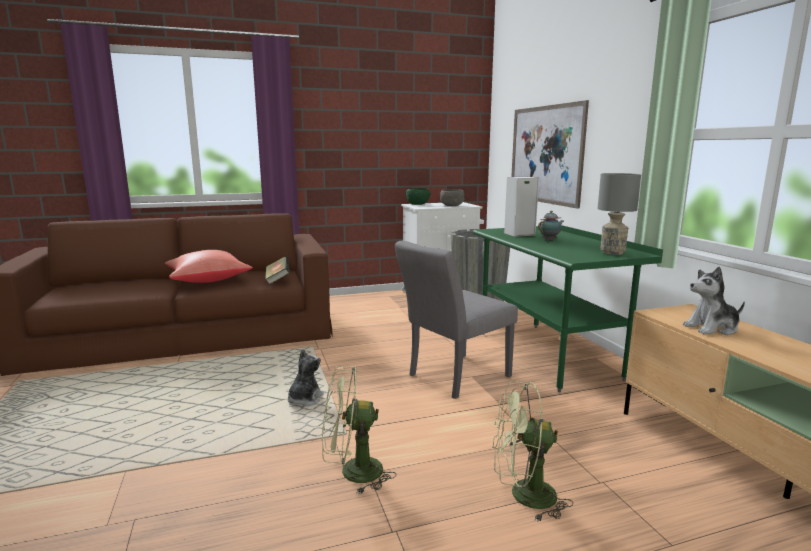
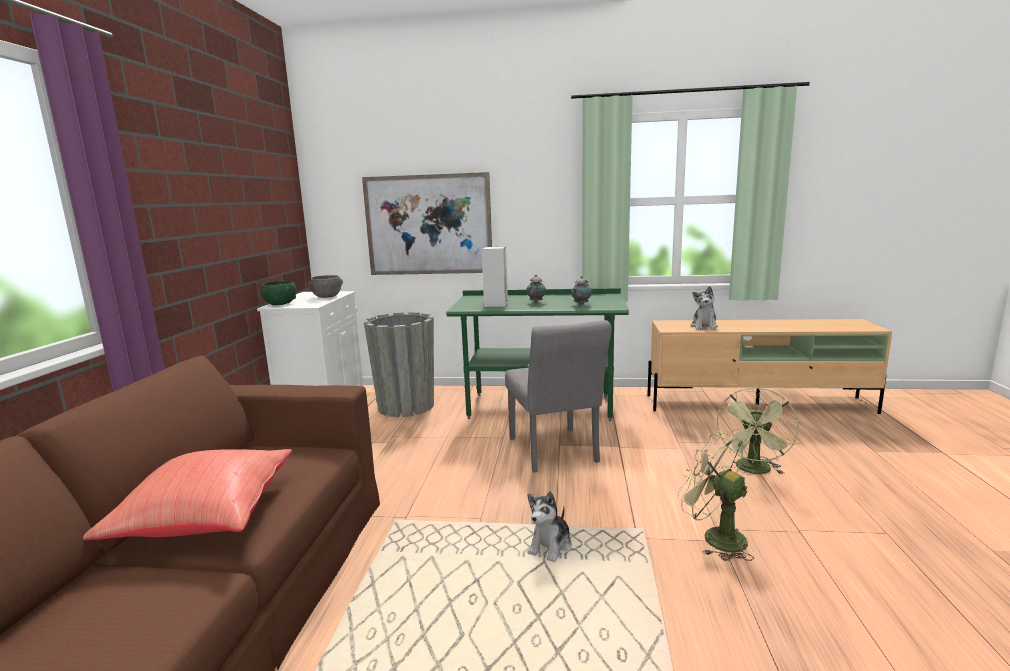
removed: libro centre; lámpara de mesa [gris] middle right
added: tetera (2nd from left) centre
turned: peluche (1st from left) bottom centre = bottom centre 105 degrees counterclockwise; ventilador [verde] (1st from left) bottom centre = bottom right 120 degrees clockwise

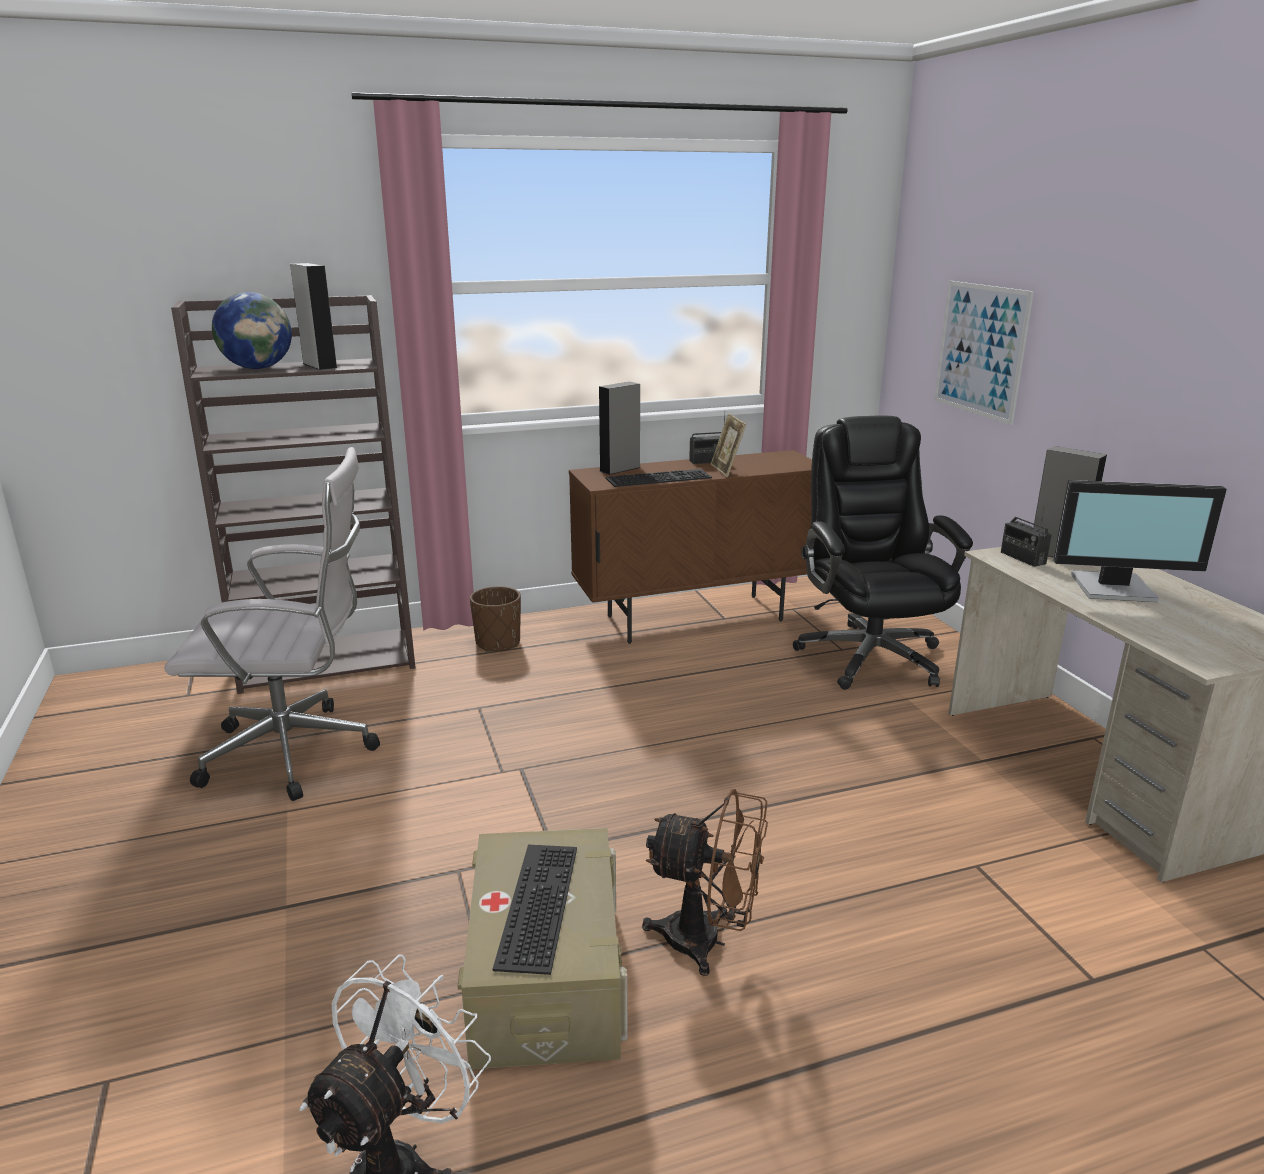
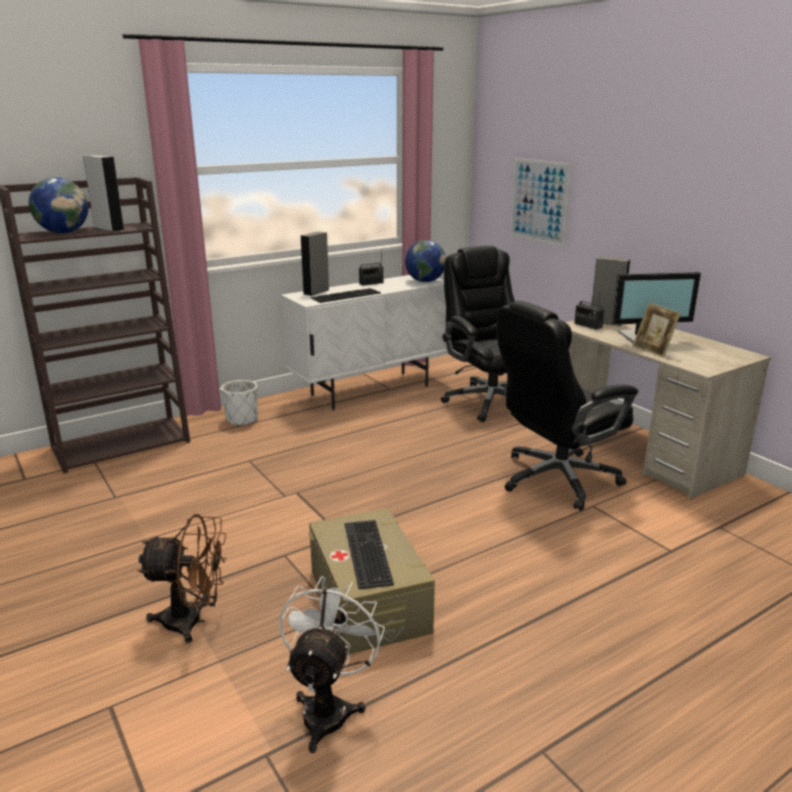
removed: silla de oficina [blanco] middle left
added: globo terráqueo (2nd from left) top centre; silla de oficina [negro] (2nd from left) middle right
moved: ventilador [marrón] bottom centre to bottom left; portarretratos centre to middle right
recoloured: maceta [marrón] centre to maceta [blanco] middle left; armario [marrón] centre to armario [blanco] centre

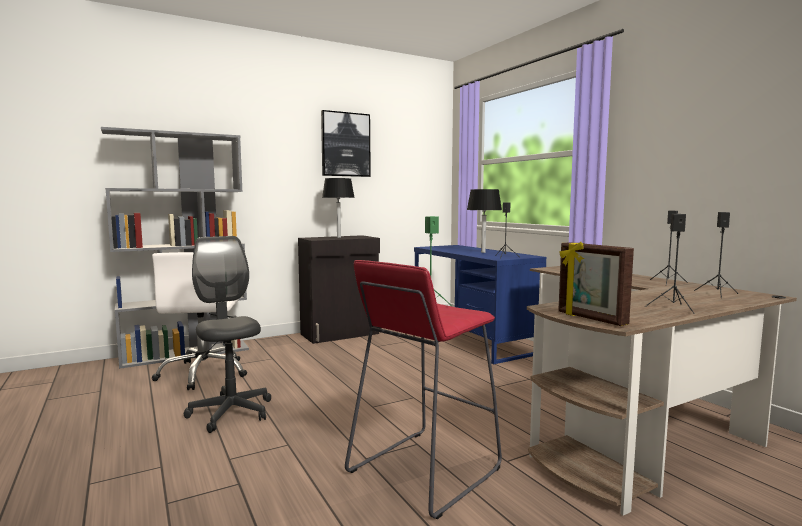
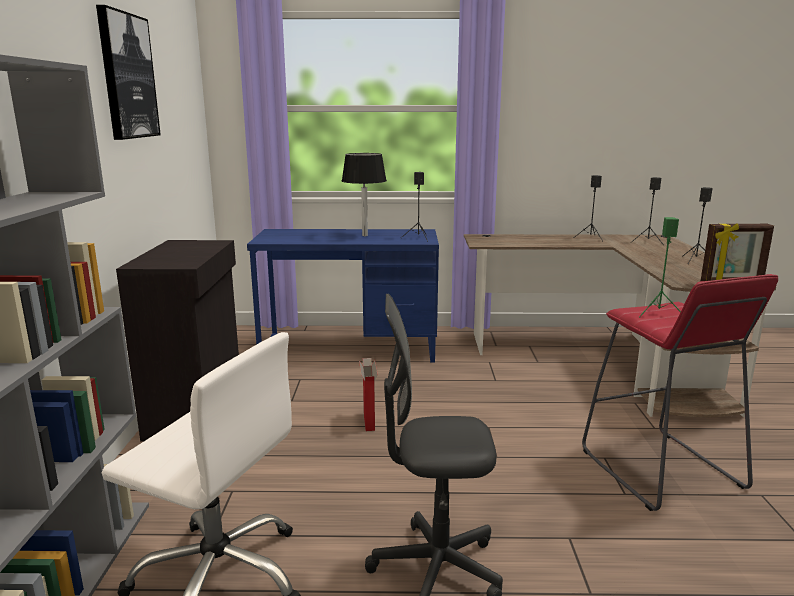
removed: lámpara de mesa [negro] (1st from left) centre
added: caja de cartón centre

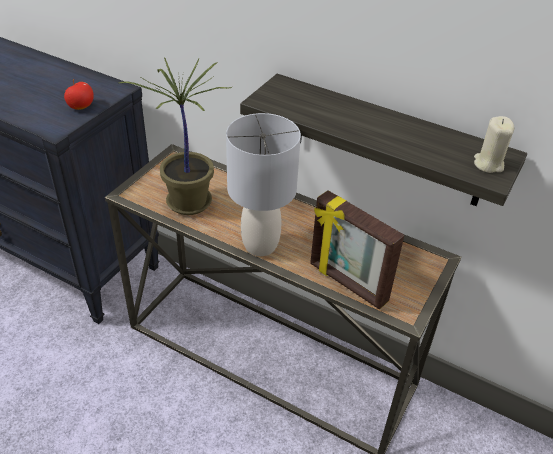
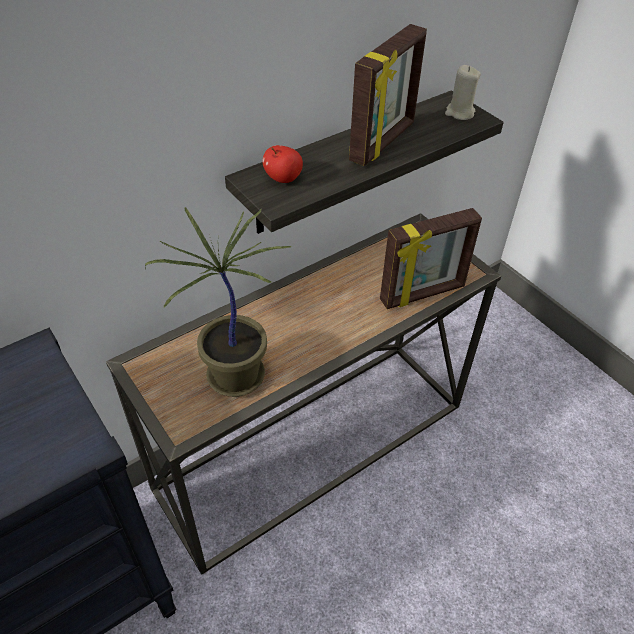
removed: lámpara de mesa [gris] centre
added: portarretratos (1st from left) top centre
moved: manzana top left to top centre

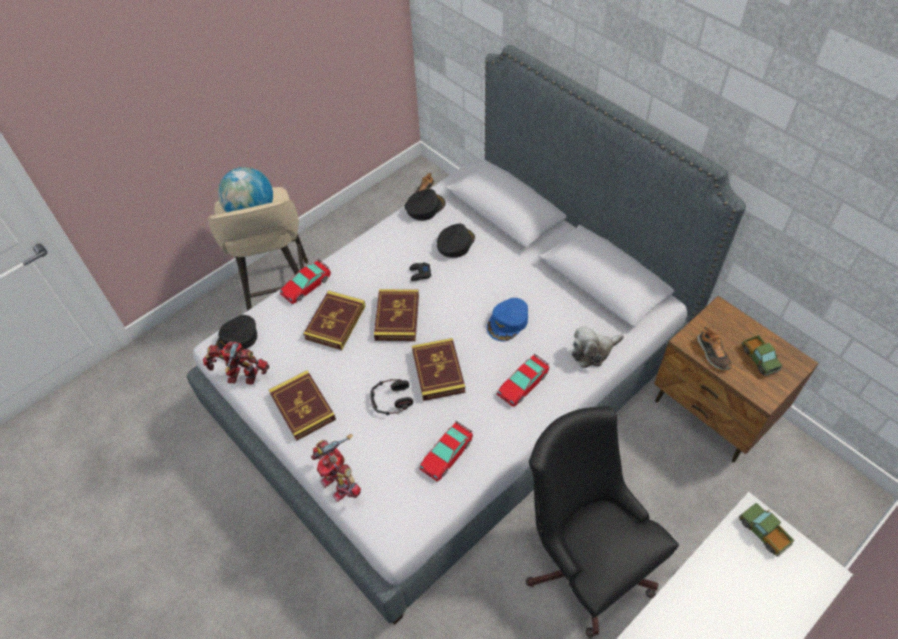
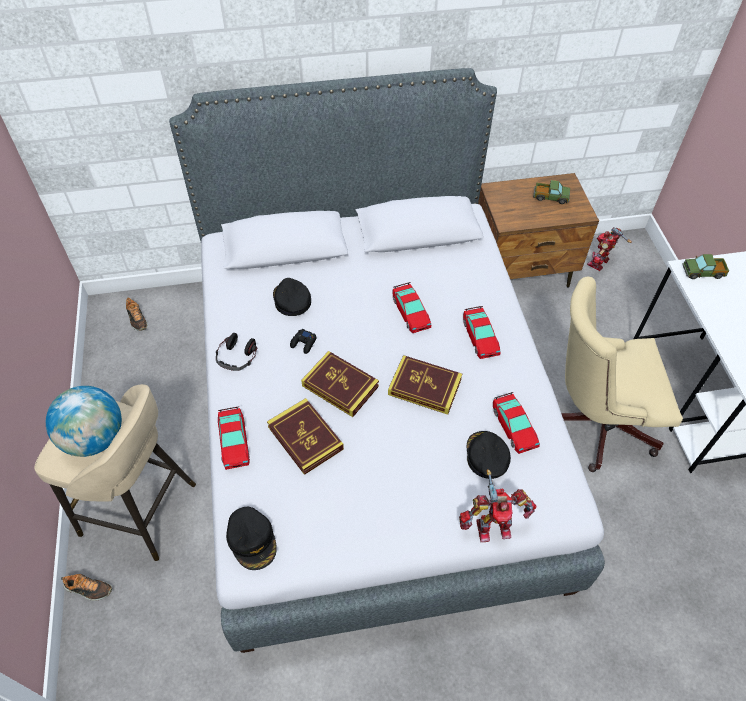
removed: libro (1st from left) centre; peluche centre
moved: zapato (2nd from left in the first image) middle right to zapato (1st from left) bottom left; auriculares centre to middle left; gorra [negro] (2nd from left in the first image) top centre to gorra [negro] (3rd from left) centre; robot de juguete (1st from left in the first image) middle left to robot de juguete (2nd from left) middle right
replaced: gorra [azul] centre to coche de juguete (2nd from left) centre
recoloured: silla de oficina [negro] bottom right to silla de oficina [beis] middle right

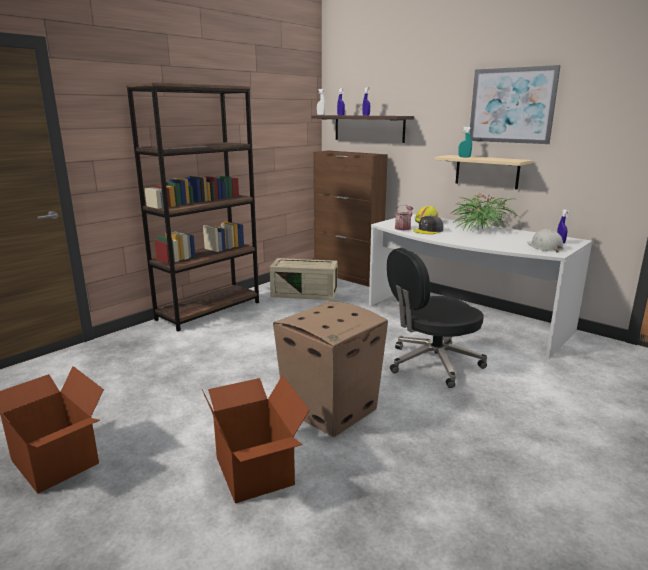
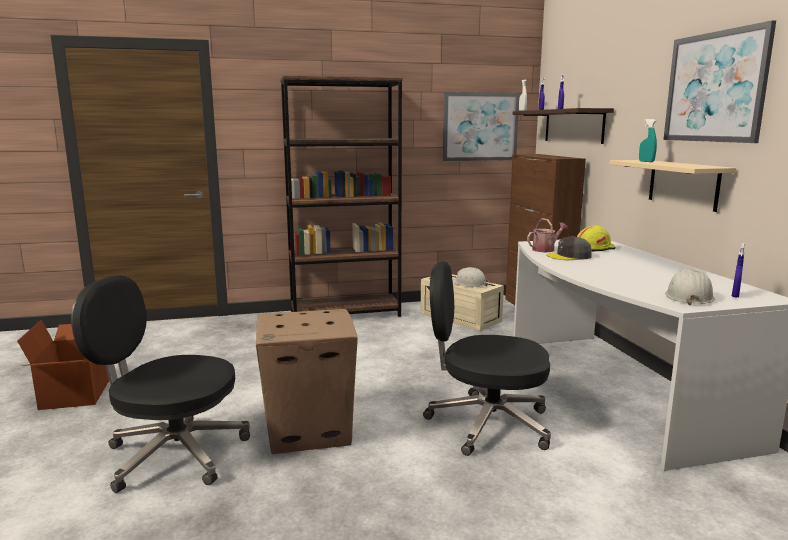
removed: planta en maceta middle right
added: cuadro (1st from left) top centre; casco [blanco] (1st from left) centre
replaced: caja de cartón (2nd from left) bottom centre to silla de oficina [negro] (1st from left) bottom left

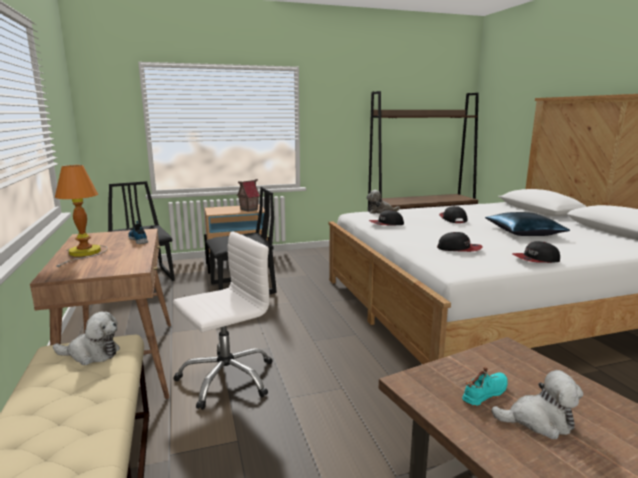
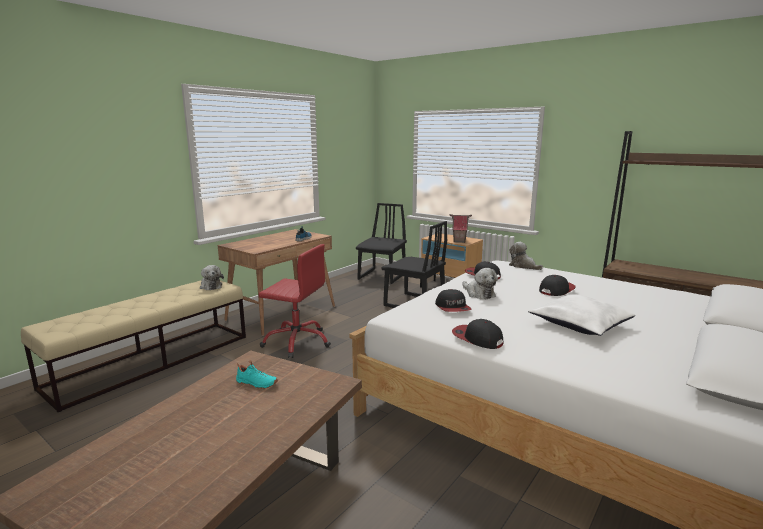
removed: lámpara de mesa middle left
moved: peluche (3rd from left in the first image) bottom right to peluche (2nd from left) centre
recoloured: silla de oficina [blanco] bottom centre to silla de oficina [rojo] centre; cojín [azul] middle right to cojín [blanco] middle right

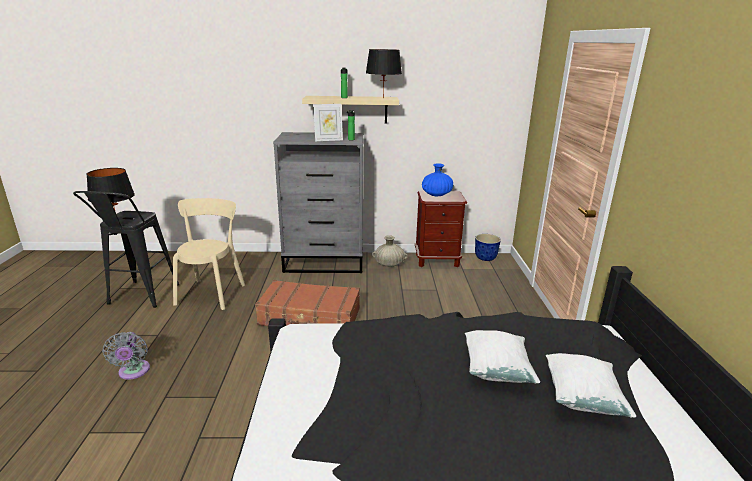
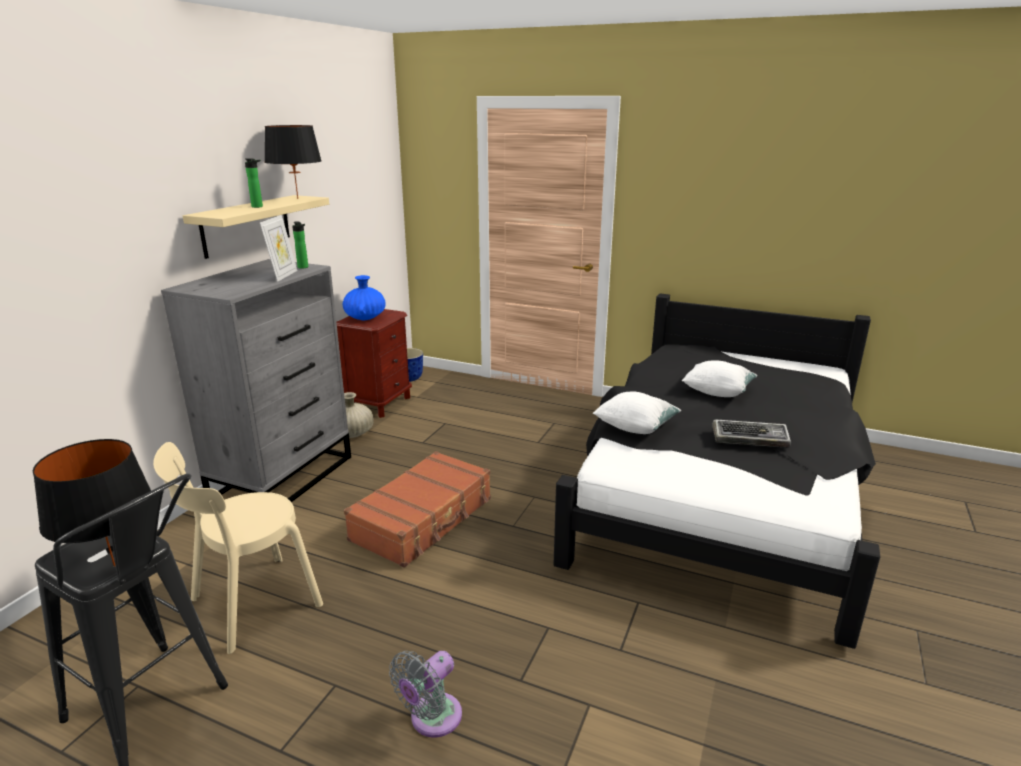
added: teclado middle right
moved: cojín [blanco] (2nd from left in the first image) bottom right to cojín [blanco] (1st from left) centre
turned: silla [beis] middle left = bottom left 75 degrees counterclockwise; ventilador [gris] bottom left = bottom centre 120 degrees clockwise

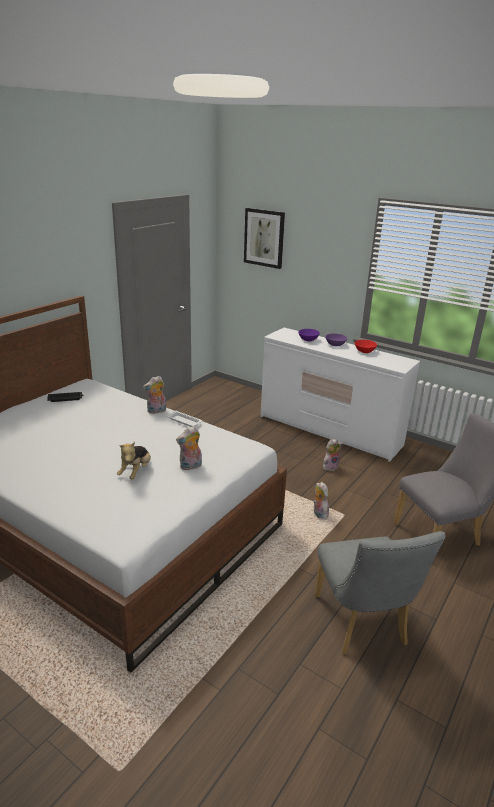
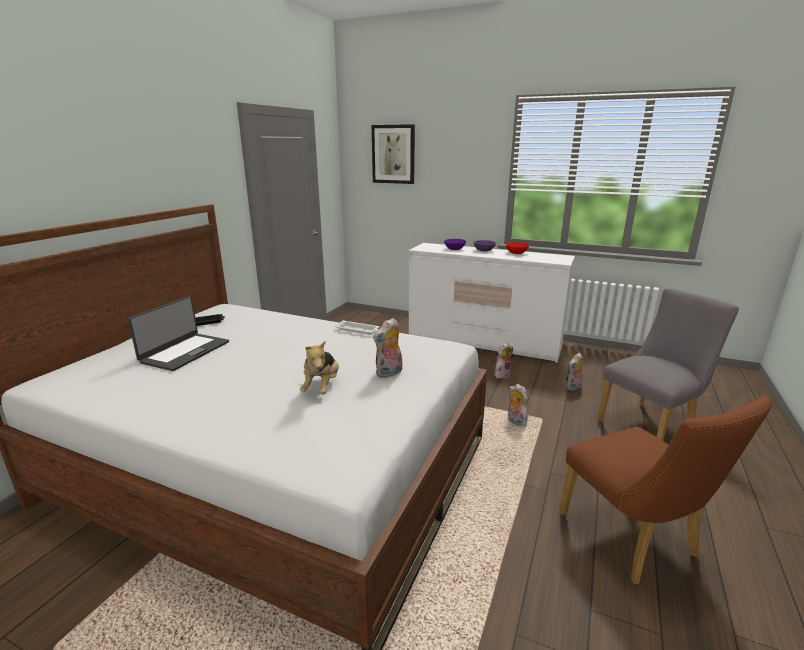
added: portátil middle left
moved: peluche (2nd from left in the first image) middle left to peluche (5th from left) middle right
recoloured: silla [gris] (1st from left) bottom right to silla [marrón] bottom right

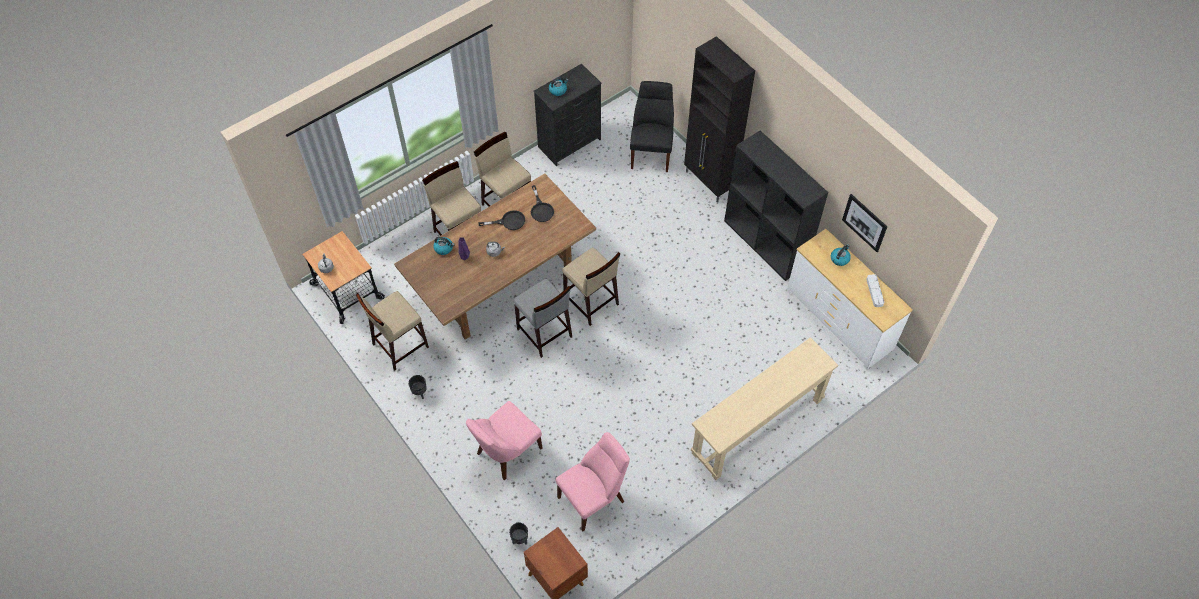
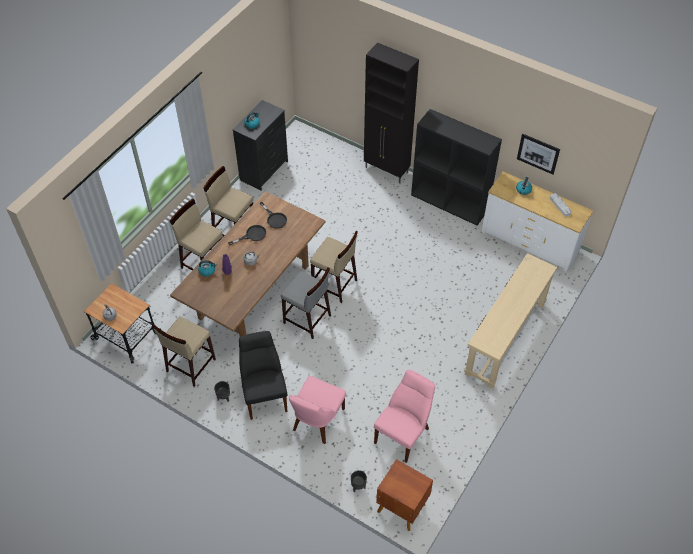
moved: silla [negro] top centre to bottom centre

